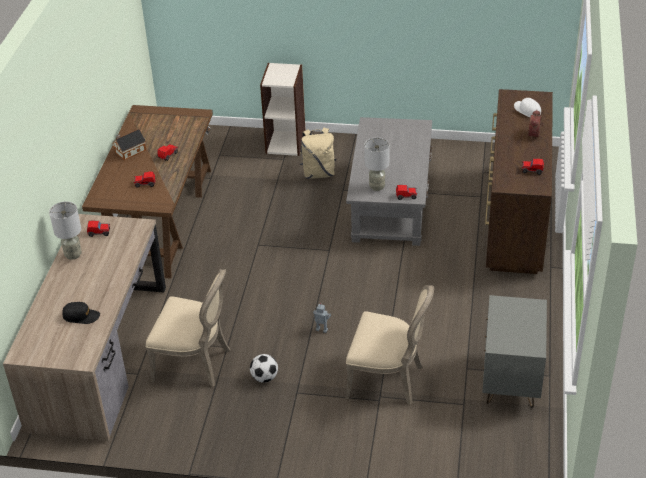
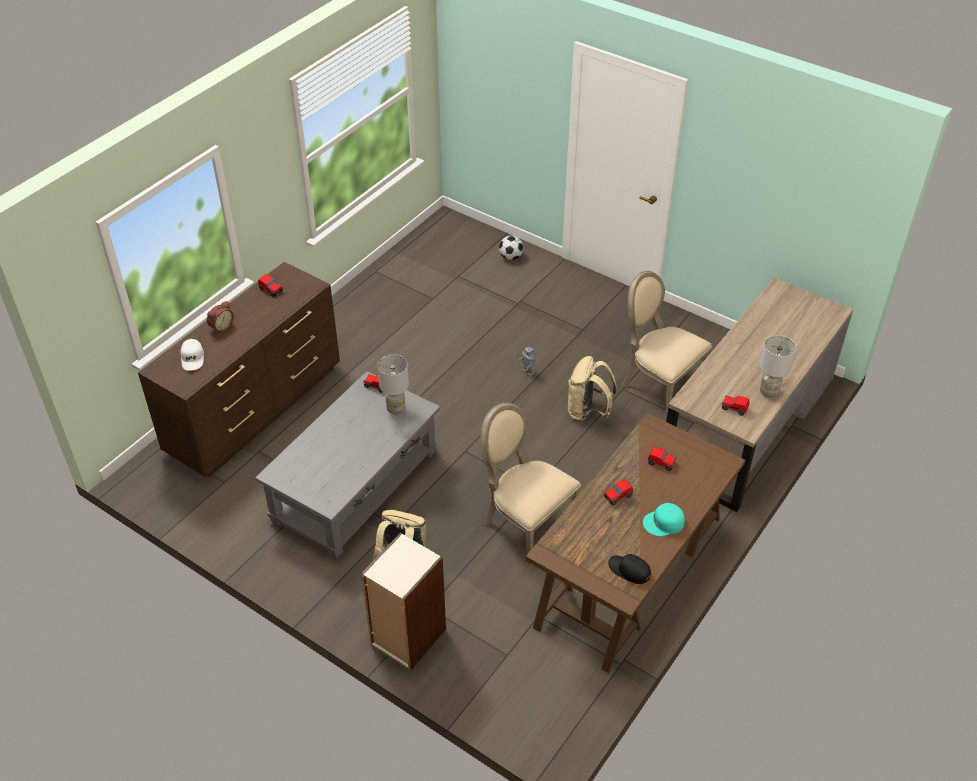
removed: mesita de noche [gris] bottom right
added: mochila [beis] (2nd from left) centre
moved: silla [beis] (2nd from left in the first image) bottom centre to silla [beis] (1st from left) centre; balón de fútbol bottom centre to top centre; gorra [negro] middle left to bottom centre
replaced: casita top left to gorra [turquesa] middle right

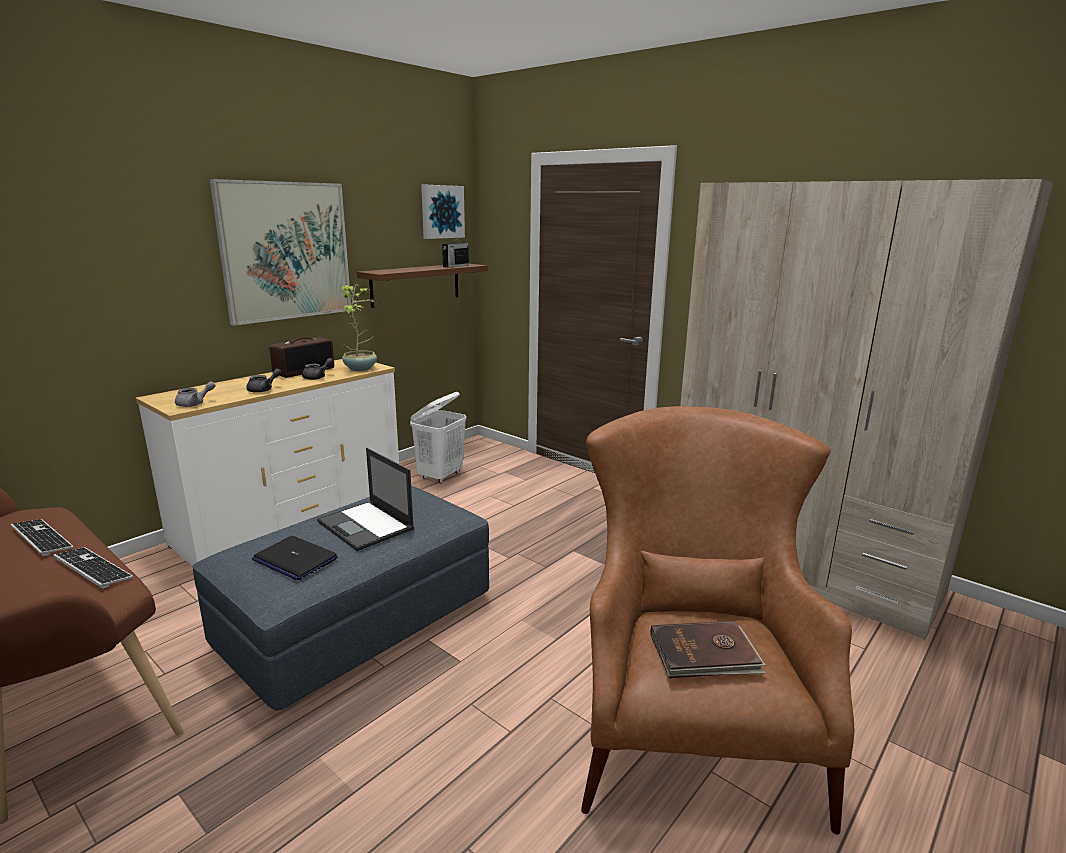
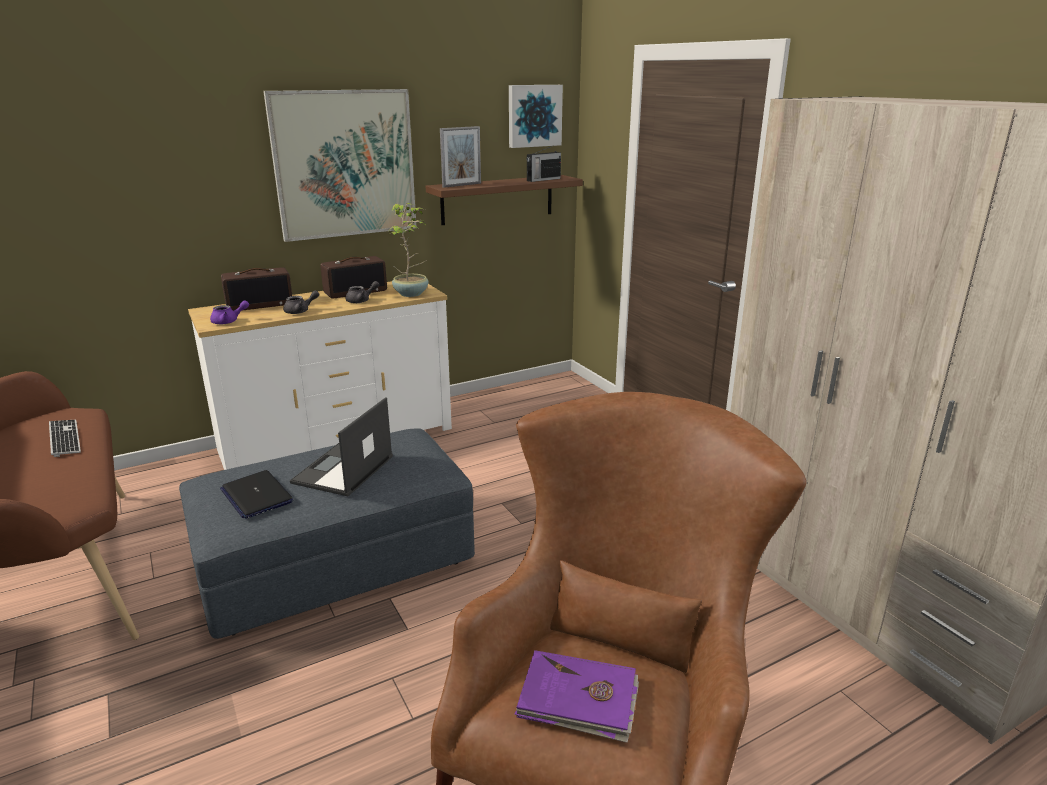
removed: teclado (2nd from left) middle left; cesto de la ropa [blanco] centre
added: radio (1st from left) middle left; portarretratos top centre
recoloured: tetera [gris] (1st from left) middle left to tetera [morado] middle left; libro [marrón] bottom centre to libro [morado] bottom centre
turned: portátil (2nd from left) centre = middle left 45 degrees clockwise

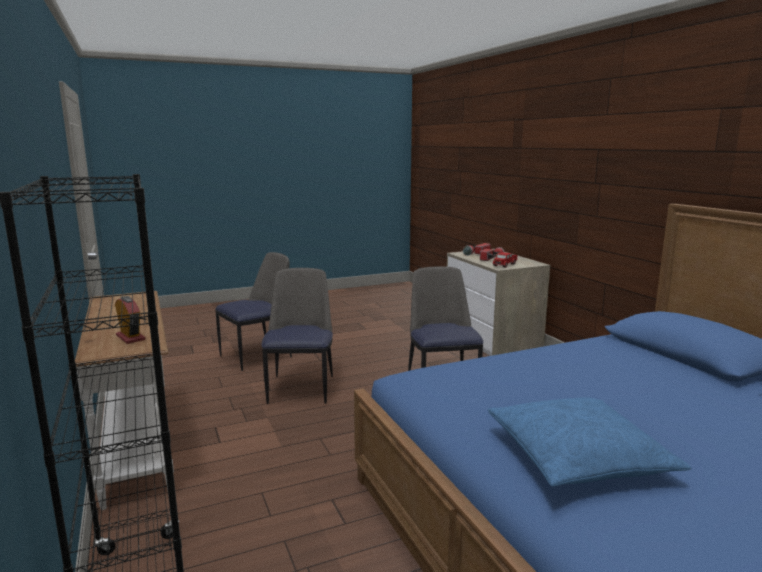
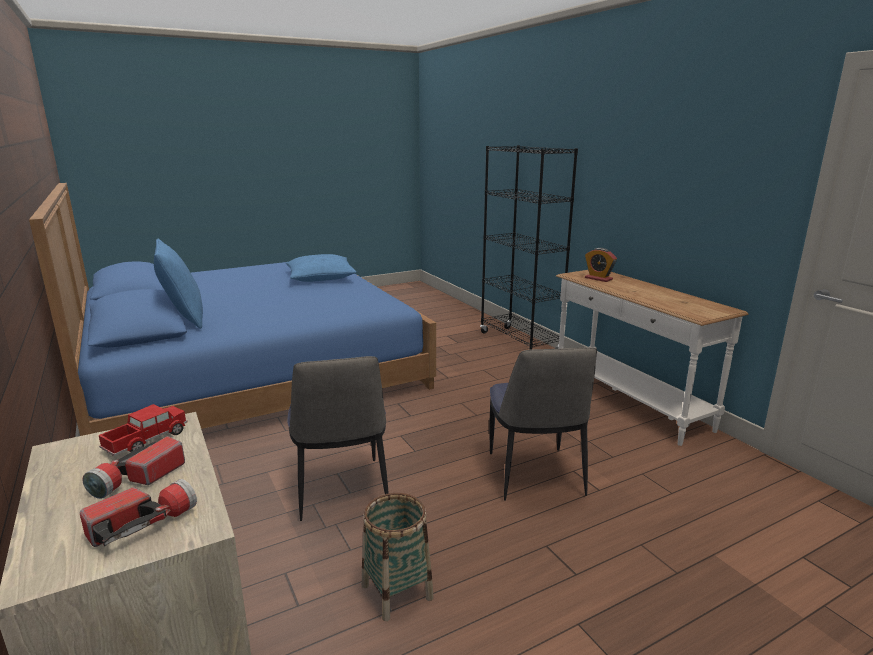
removed: silla (1st from left) middle left
added: cojín [azul] (1st from left) middle left; cesta bottom centre

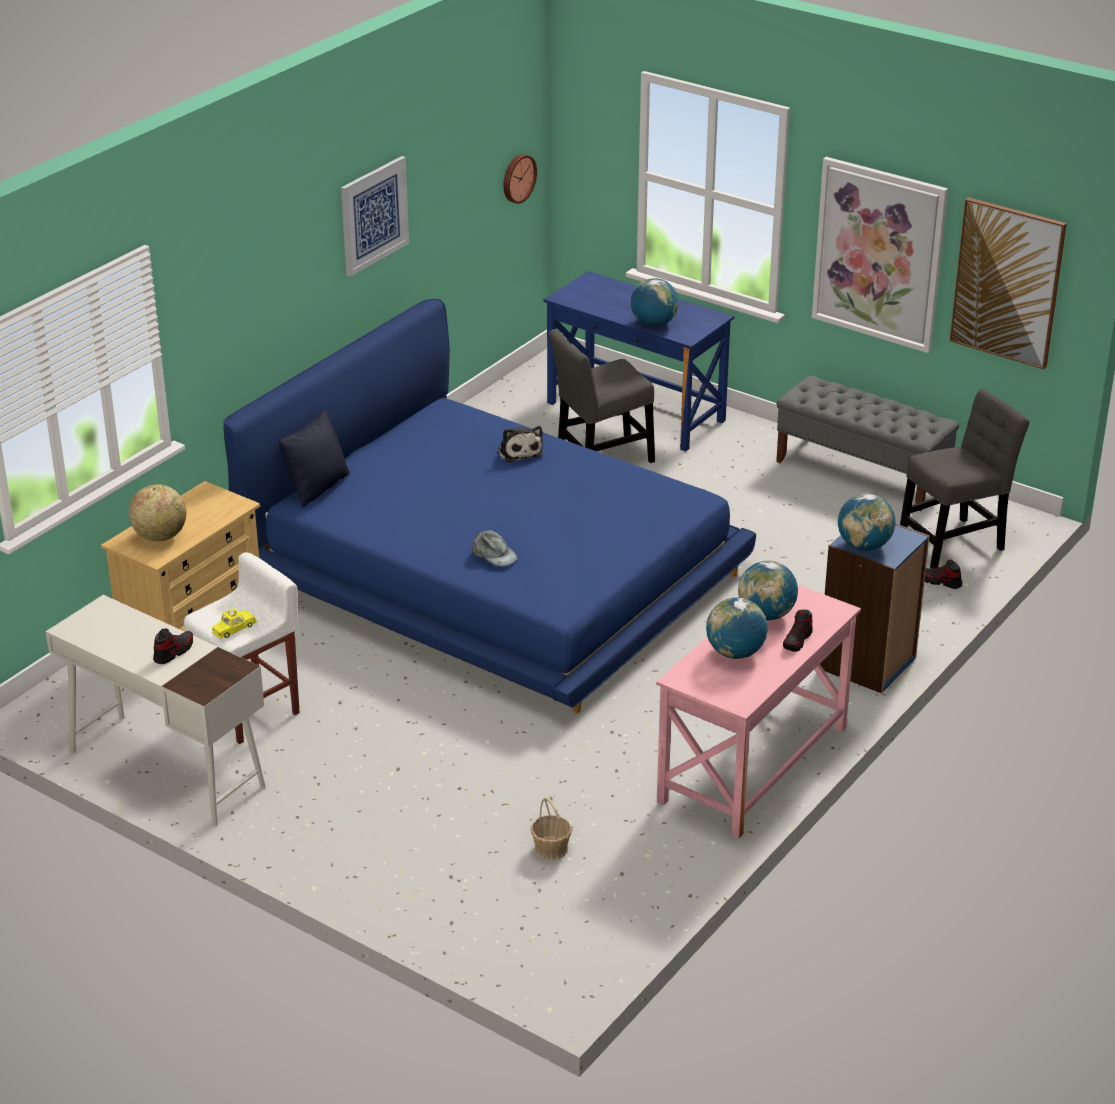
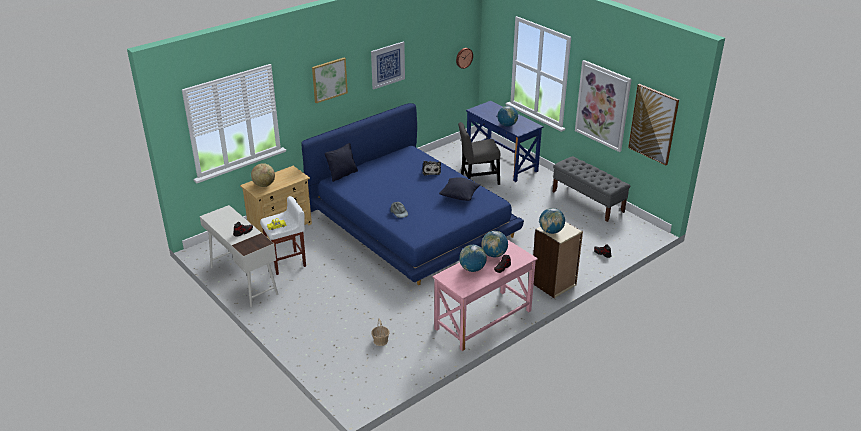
removed: silla [gris] (2nd from left) middle right
added: cuadro (1st from left) top centre; cojín [negro] (2nd from left) centre
recoloured: estantería [azul] middle right to estantería [beis] centre

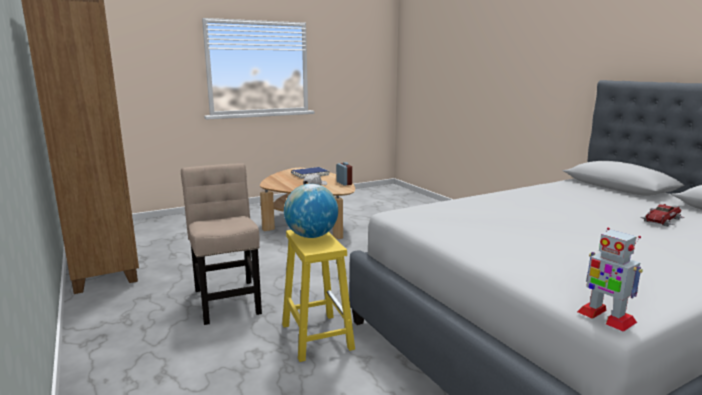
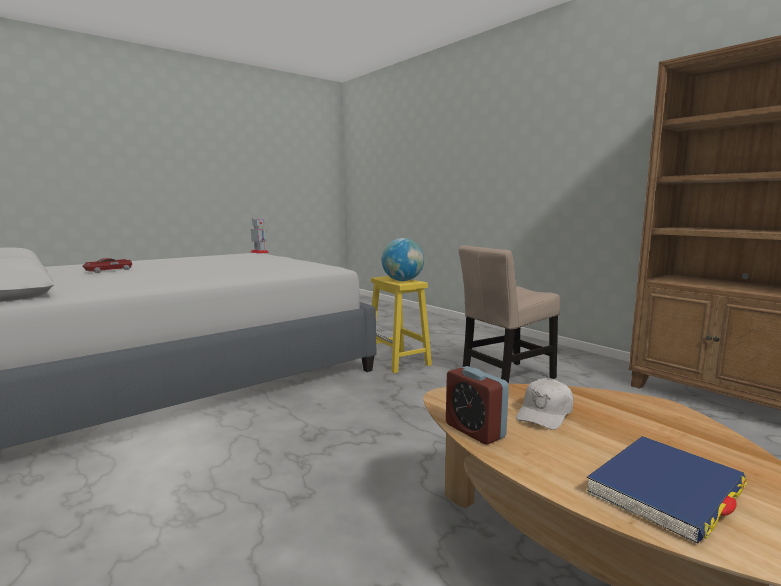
turned: silla [beis] middle left = centre 90 degrees clockwise

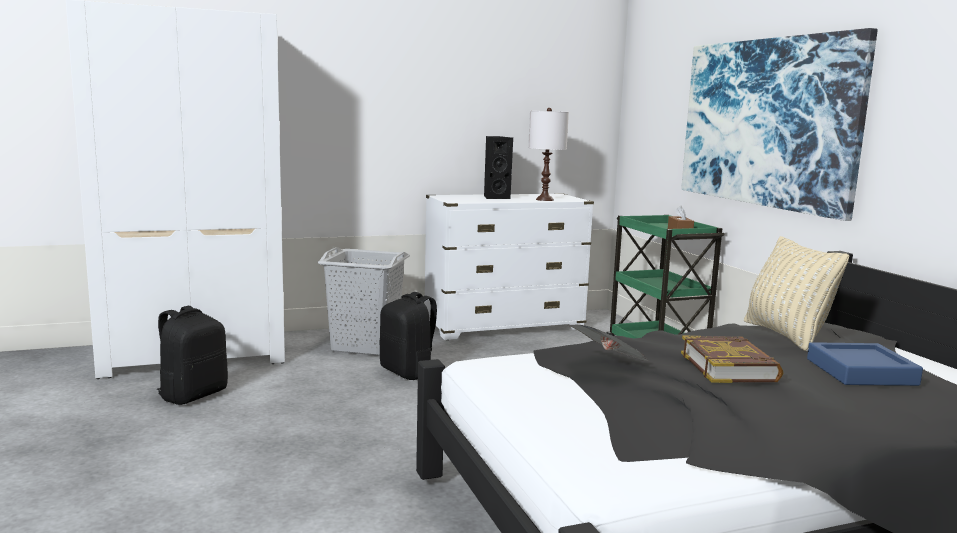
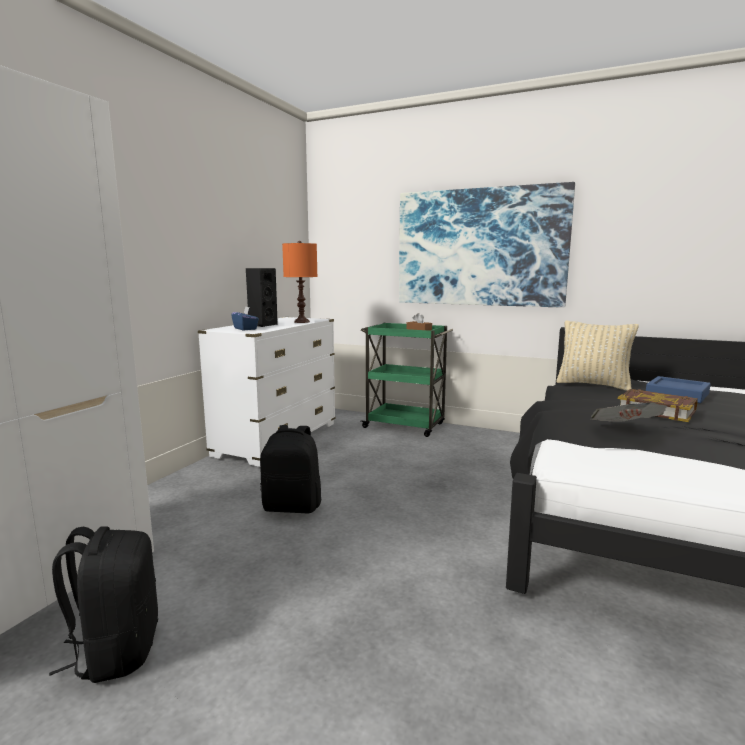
removed: cesto de la ropa [gris] centre
added: caja de pañuelos [azul] middle left
recoloured: lámpara de mesa [blanco] top centre to lámpara de mesa [naranja] centre

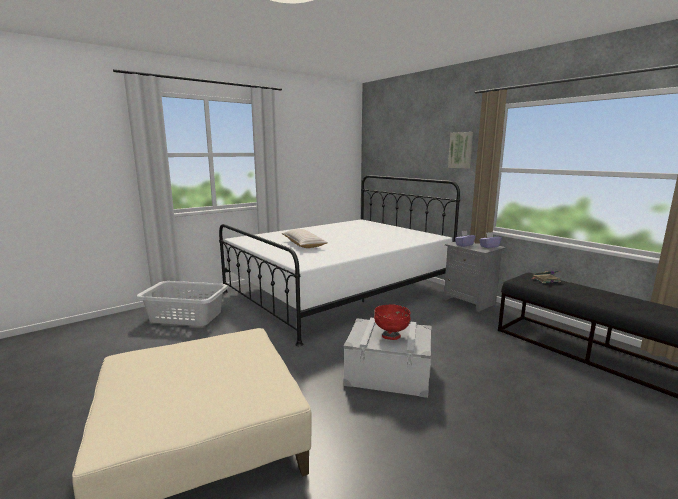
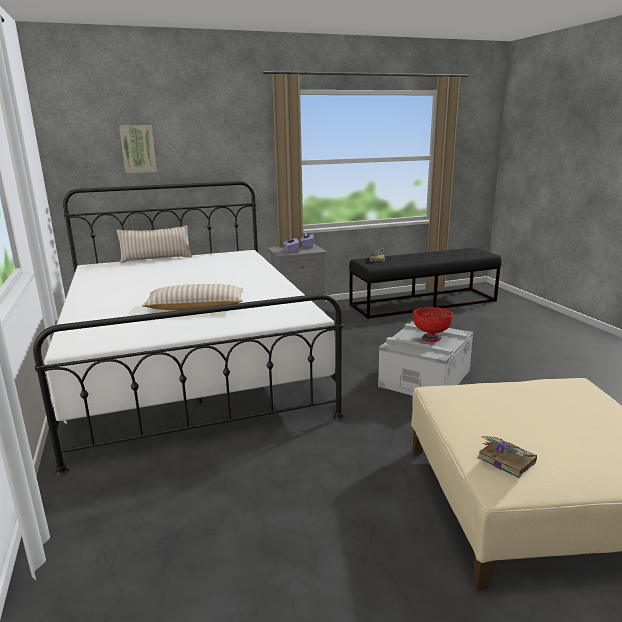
removed: cesto de la ropa [gris] middle left
added: cojín [beis] (1st from left) middle left; libro (2nd from left) bottom right
moved: cuadro top right to top left

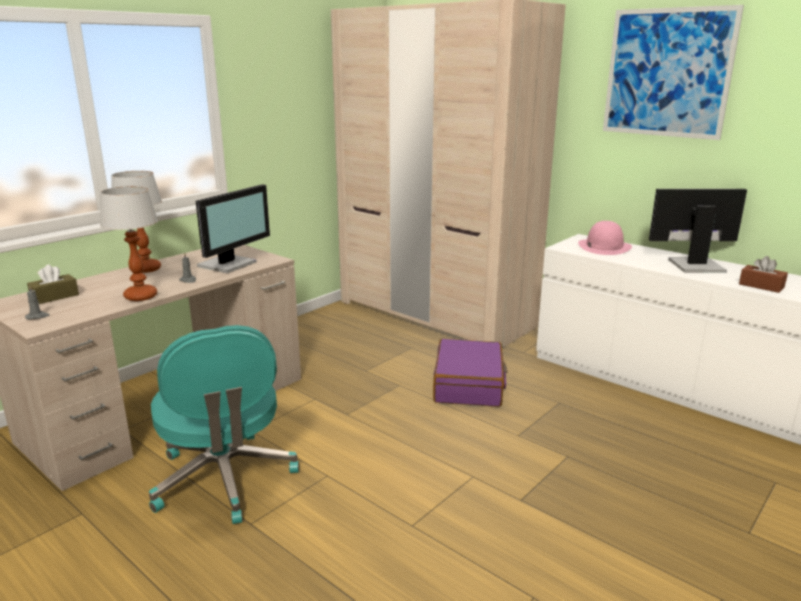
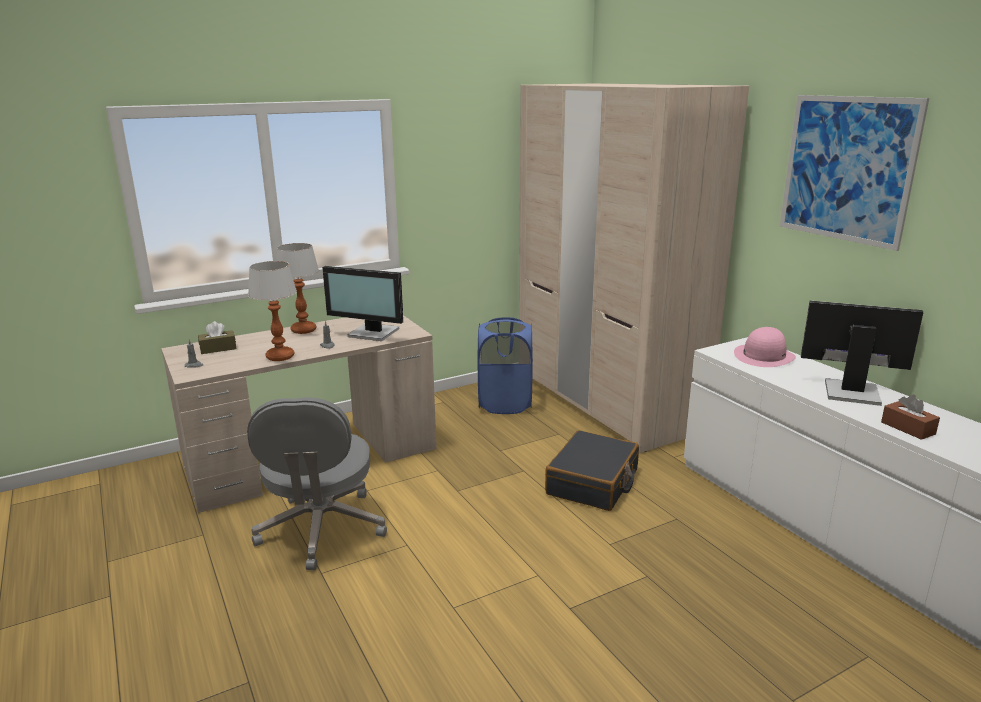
added: cesto de la ropa [azul] centre
recoloured: silla de oficina [turquesa] bottom left to silla de oficina [gris] bottom left; maleta [morado] centre to maleta [negro] bottom centre
turned: monitor (1st from left) middle left = centre 60 degrees clockwise

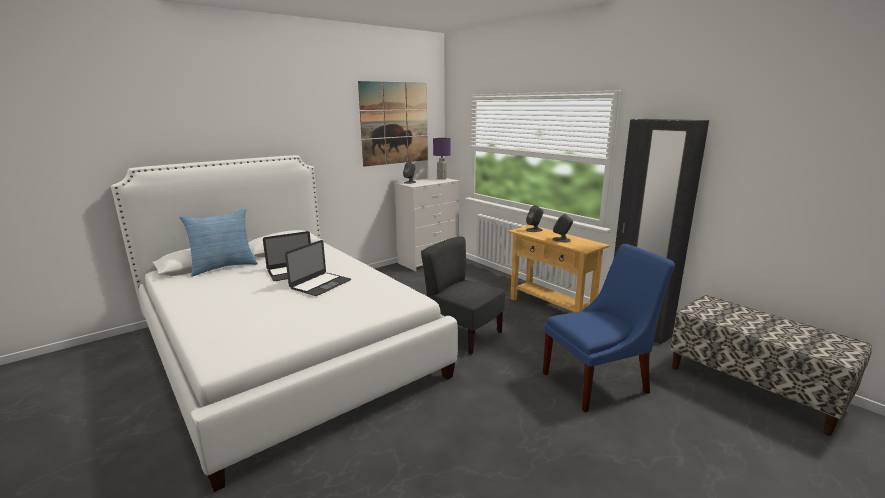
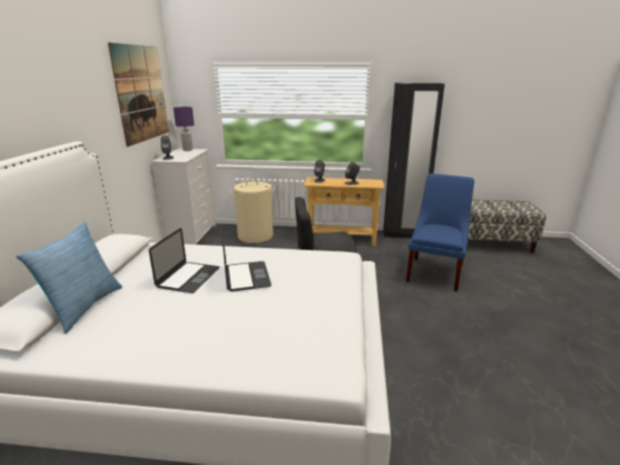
added: cesto de la ropa [beis] centre

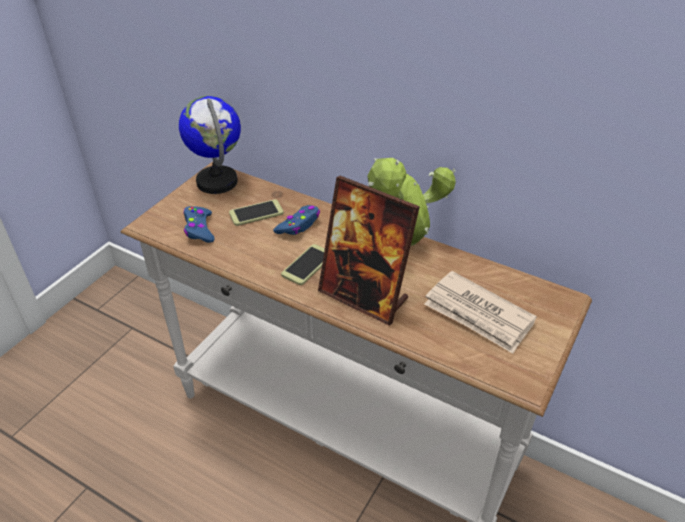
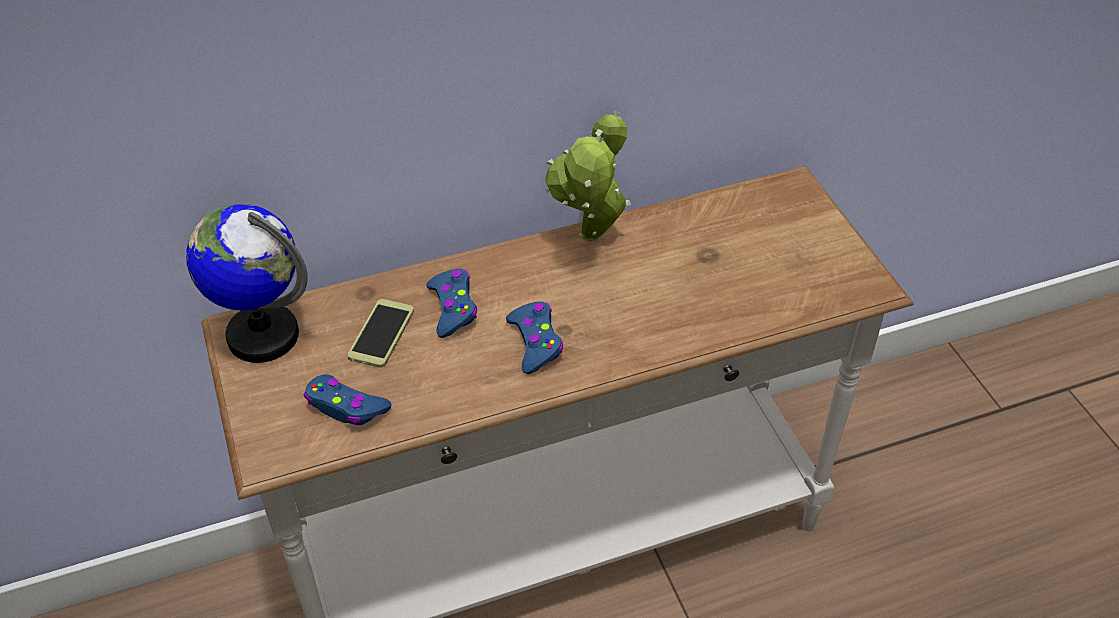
removed: portarretratos centre; periódico middle right
replaced: móvil (2nd from left) centre to mando de consola [azul] (3rd from left) centre

